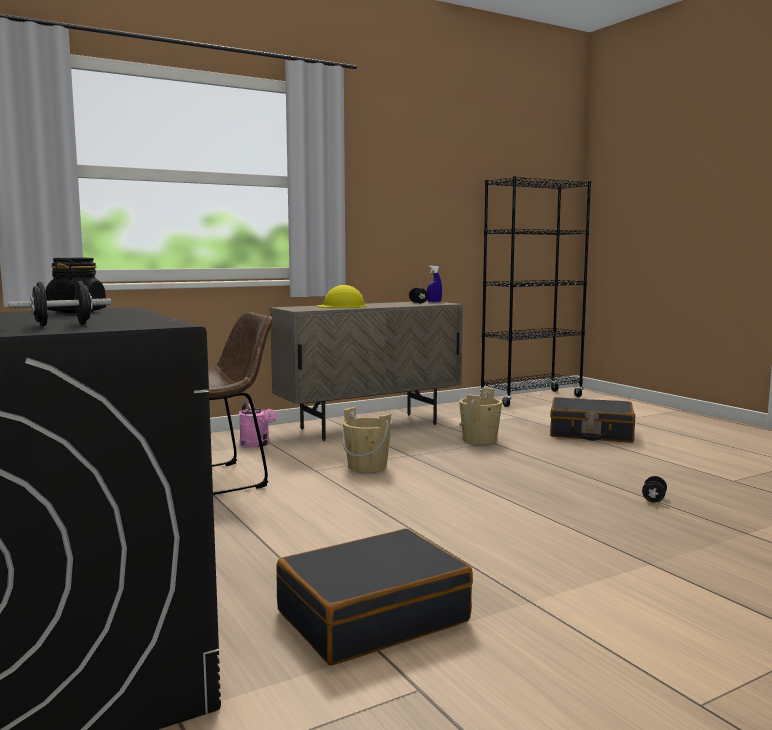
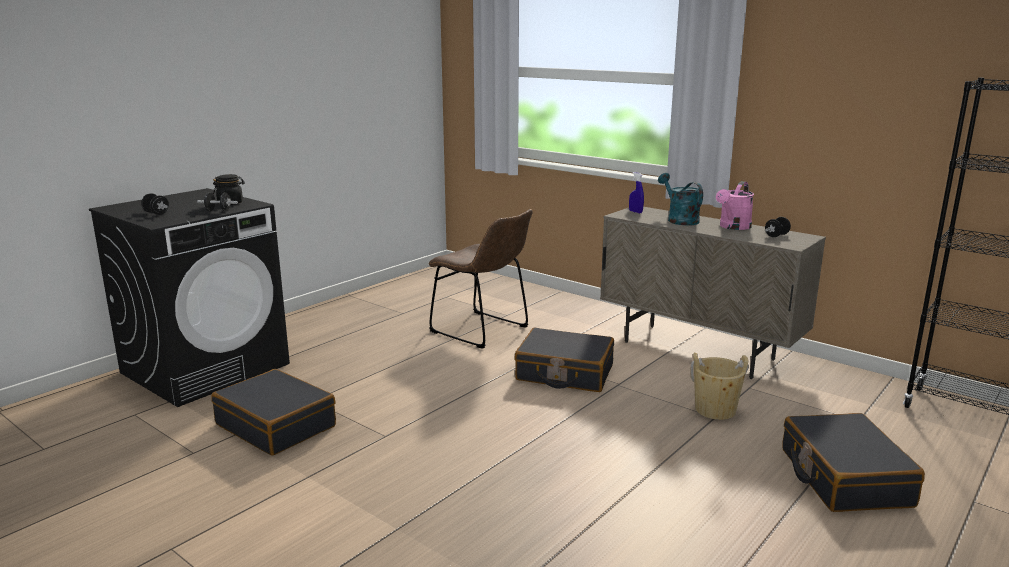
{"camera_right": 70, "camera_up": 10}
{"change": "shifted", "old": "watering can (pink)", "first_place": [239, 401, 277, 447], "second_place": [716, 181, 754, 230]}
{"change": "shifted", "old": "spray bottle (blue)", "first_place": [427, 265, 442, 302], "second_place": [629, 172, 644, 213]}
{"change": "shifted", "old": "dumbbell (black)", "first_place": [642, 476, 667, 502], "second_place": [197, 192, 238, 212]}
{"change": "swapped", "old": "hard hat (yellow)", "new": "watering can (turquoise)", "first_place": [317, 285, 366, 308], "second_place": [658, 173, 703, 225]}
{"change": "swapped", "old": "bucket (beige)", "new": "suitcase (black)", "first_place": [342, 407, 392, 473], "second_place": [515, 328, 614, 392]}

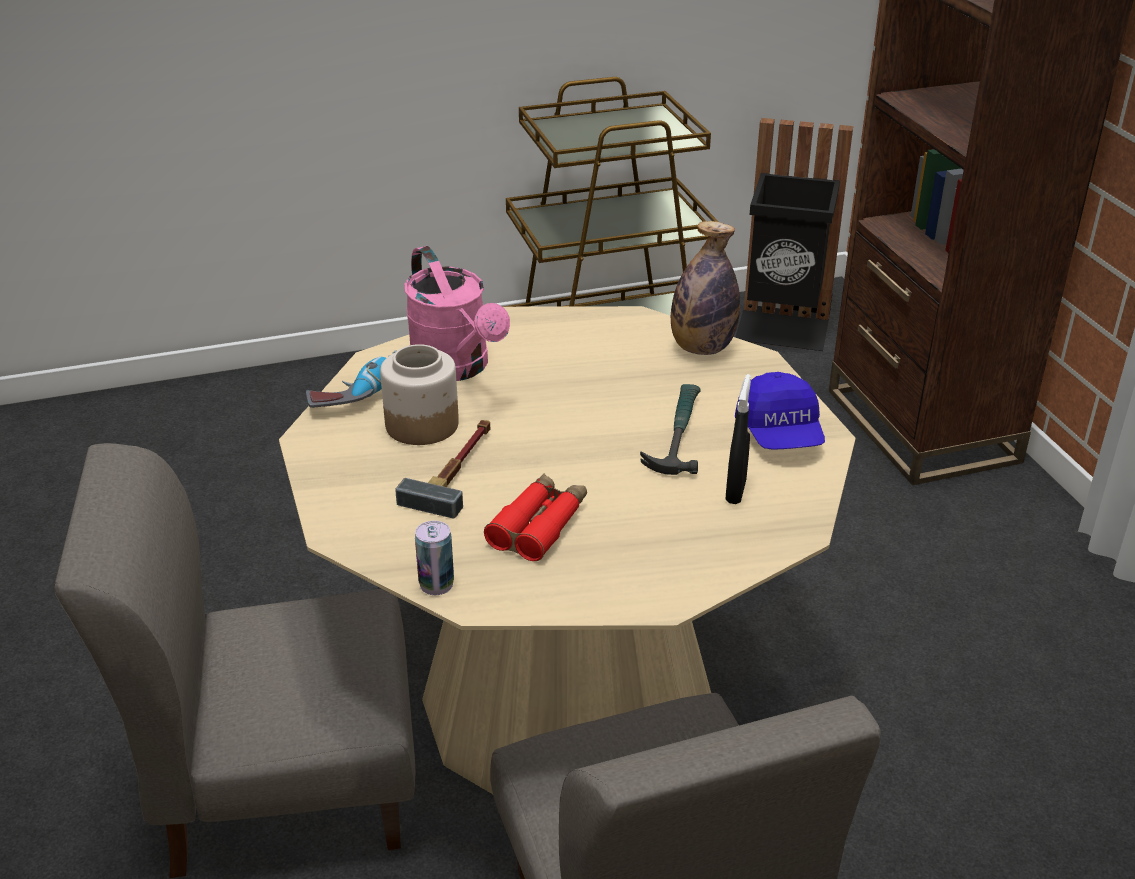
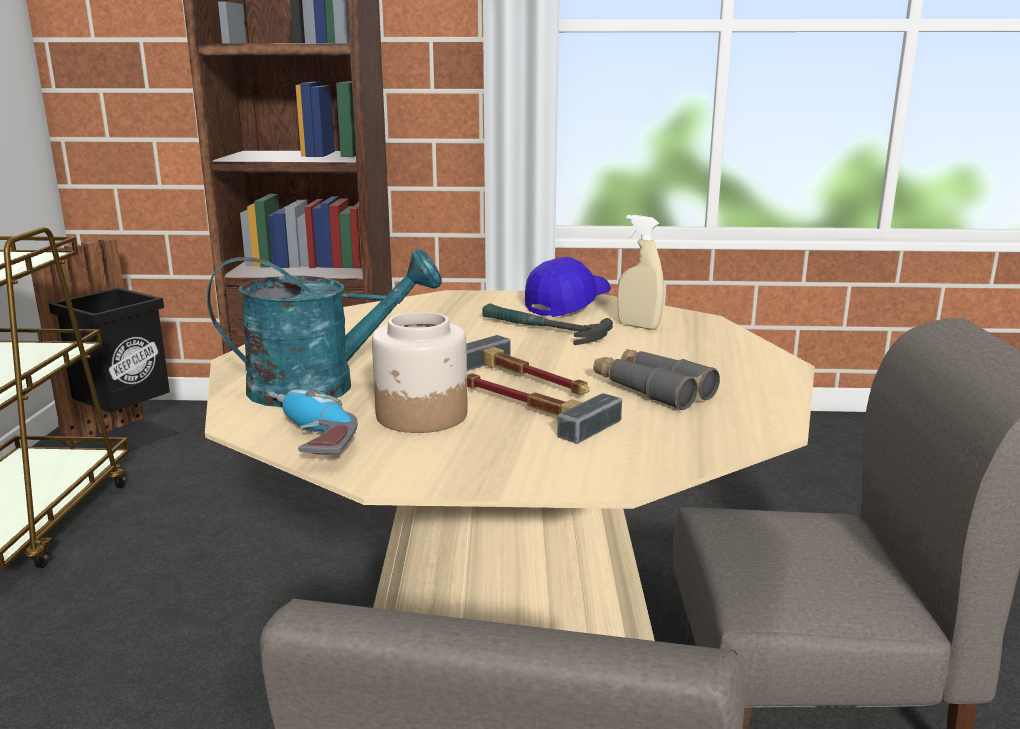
{"camera_right": -70, "camera_up": -15}
{"change": "gone", "old": "can", "first_place": [415, 521, 454, 595]}
{"change": "gone", "old": "bottle", "first_place": [671, 221, 740, 355]}
{"change": "new", "new": "hammer", "second_place": [466, 335, 590, 395]}
{"change": "repainted", "old": "watering can (pink)", "new": "watering can (turquoise)", "first_place": [404, 246, 510, 381], "second_place": [207, 249, 442, 407]}
{"change": "repainted", "old": "binoculars (red)", "new": "binoculars (grey)", "first_place": [484, 474, 587, 561], "second_place": [593, 349, 720, 410]}
{"change": "repainted", "old": "spray bottle (black)", "new": "spray bottle (beige)", "first_place": [726, 374, 751, 504], "second_place": [618, 215, 664, 330]}
{"change": "rotated", "old": "cap (blue)", "first_place": [735, 372, 825, 450], "second_place": [525, 257, 611, 317], "degrees": -60}

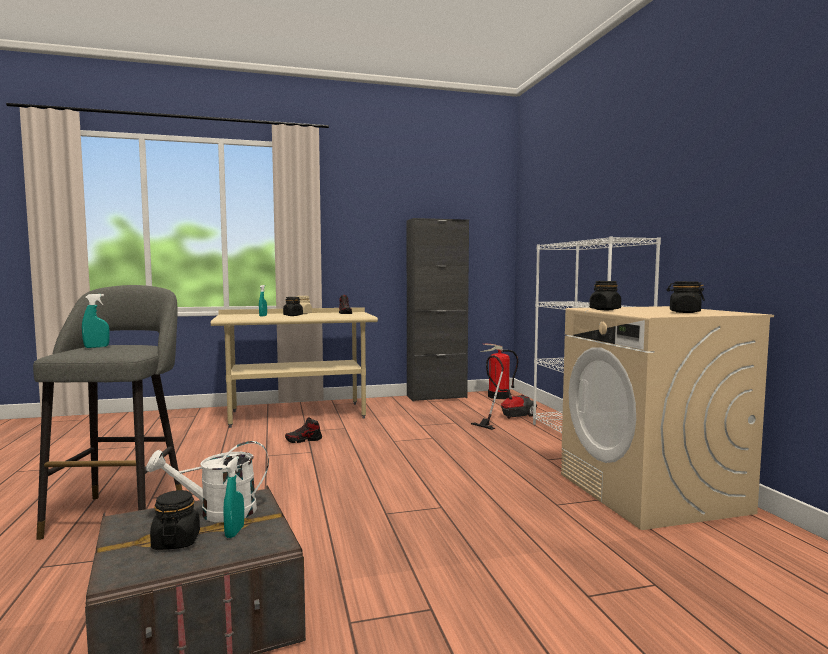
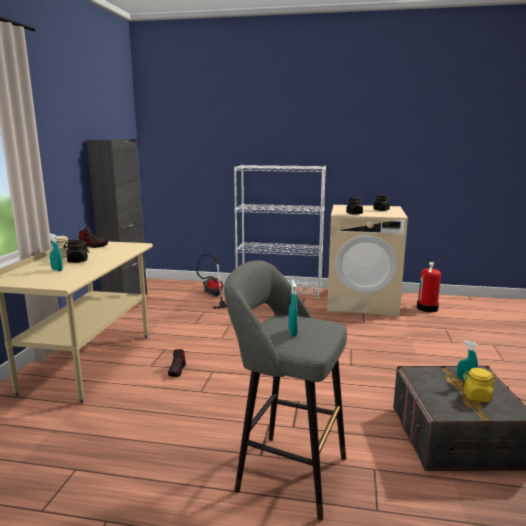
{"camera_right": -65, "camera_up": 10}
{"change": "gone", "old": "watering can (white)", "first_place": [146, 441, 269, 522]}
{"change": "shifted", "old": "fire extinguisher", "first_place": [480, 344, 519, 399], "second_place": [417, 262, 441, 312]}
{"change": "repainted", "old": "jar (black)", "new": "jar (yellow)", "first_place": [150, 490, 200, 550], "second_place": [463, 368, 496, 402]}

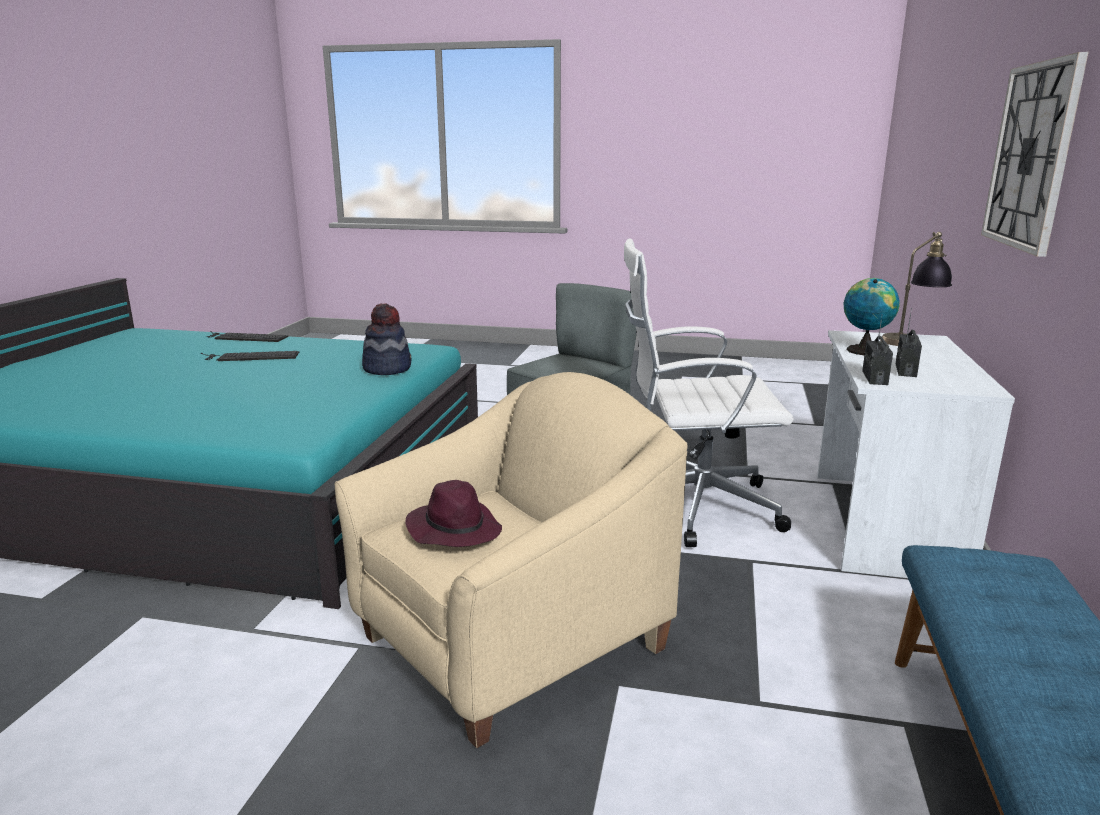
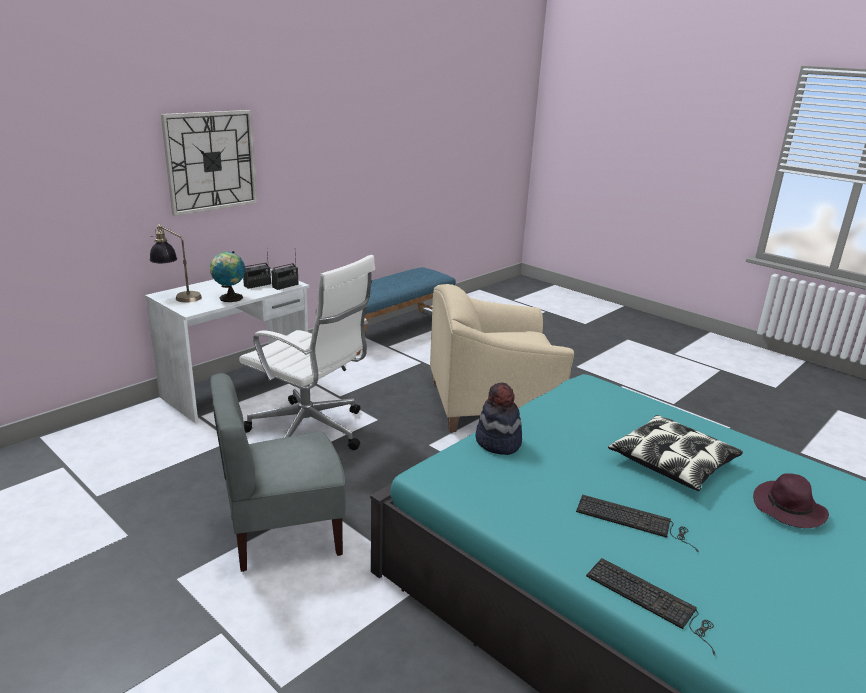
{"camera_right": -150, "camera_up": 5}
{"change": "new", "new": "pillow", "second_place": [608, 415, 743, 491]}
{"change": "shifted", "old": "hat (purple)", "first_place": [405, 480, 502, 547], "second_place": [753, 473, 829, 528]}

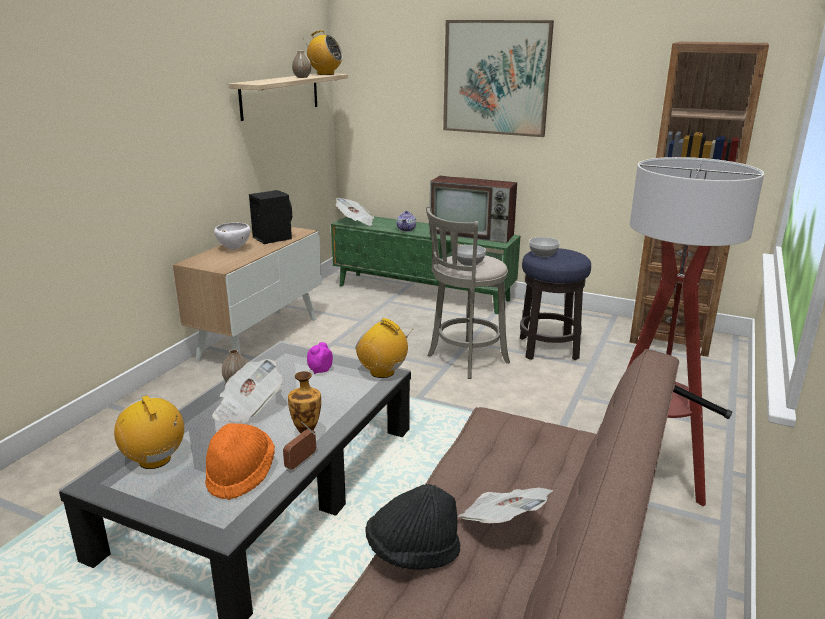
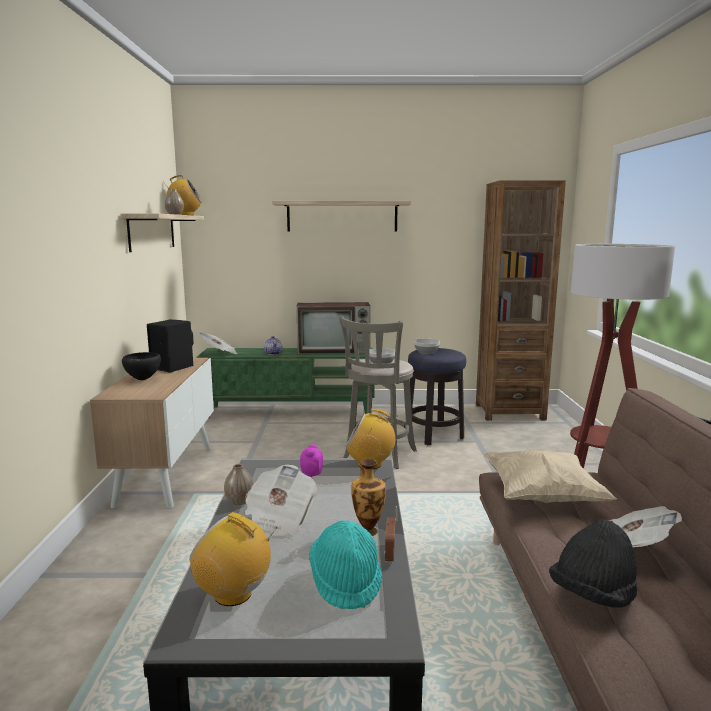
{"camera_right": -25, "camera_up": -10}
{"change": "new", "new": "pillow (beige)", "second_place": [484, 450, 617, 503]}
{"change": "swapped", "old": "picture", "new": "shelf", "first_place": [443, 20, 554, 137], "second_place": [272, 201, 411, 231]}
{"change": "repainted", "old": "hat (orange)", "new": "hat (turquoise)", "first_place": [205, 423, 275, 500], "second_place": [309, 520, 382, 609]}
{"change": "repainted", "old": "bowl (white)", "new": "bowl (black)", "first_place": [214, 222, 250, 250], "second_place": [122, 352, 161, 380]}

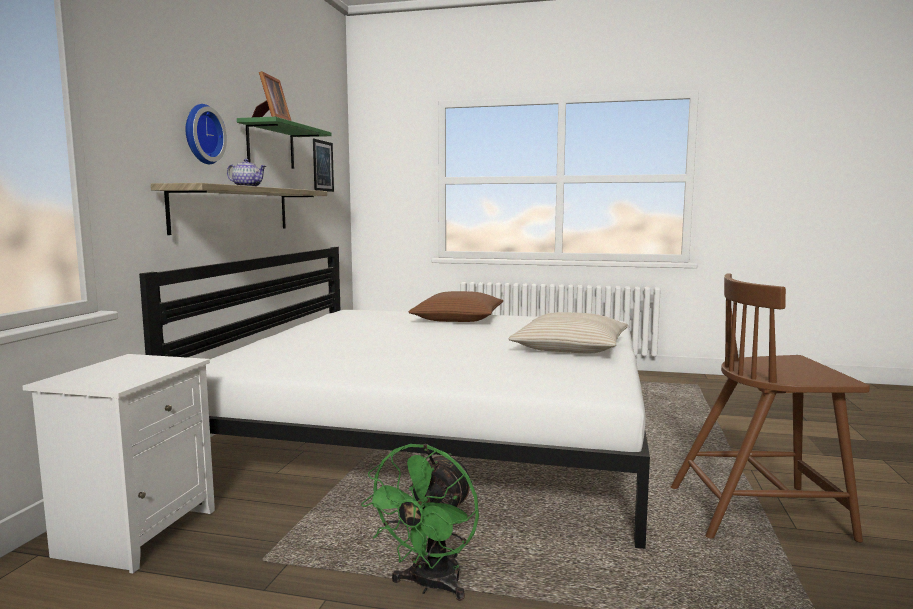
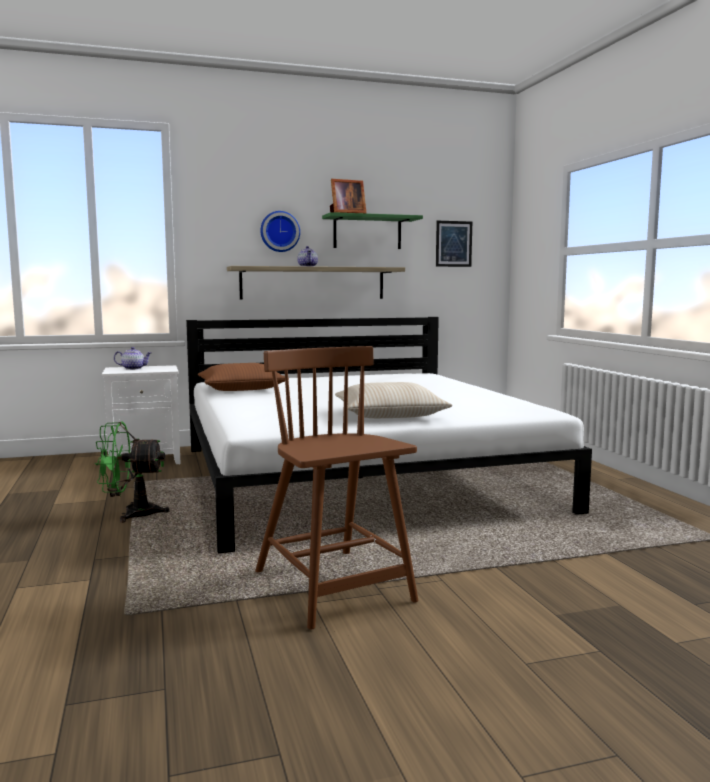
{"camera_right": 60, "camera_up": 0}
{"change": "new", "new": "teapot", "second_place": [114, 347, 152, 370]}
{"change": "shifted", "old": "pillow (brown)", "first_place": [409, 291, 503, 322], "second_place": [198, 363, 289, 391]}

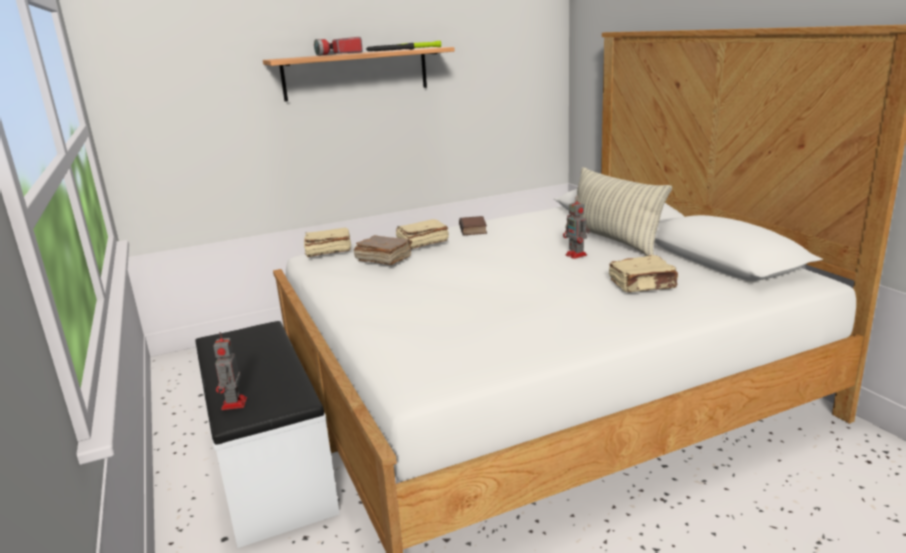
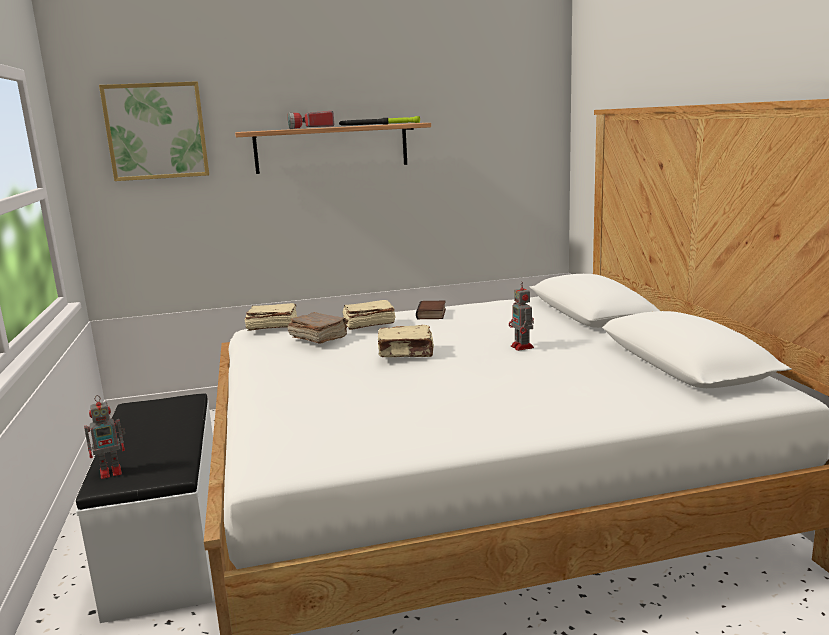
{"camera_right": 10, "camera_up": -5}
{"change": "gone", "old": "pillow", "first_place": [565, 167, 672, 256]}
{"change": "new", "new": "picture", "second_place": [99, 81, 209, 181]}
{"change": "shifted", "old": "book (beige)", "first_place": [609, 255, 679, 292], "second_place": [378, 325, 434, 357]}
{"change": "rotated", "old": "toy robot", "first_place": [213, 332, 247, 410], "second_place": [84, 395, 125, 479], "degrees": -120}

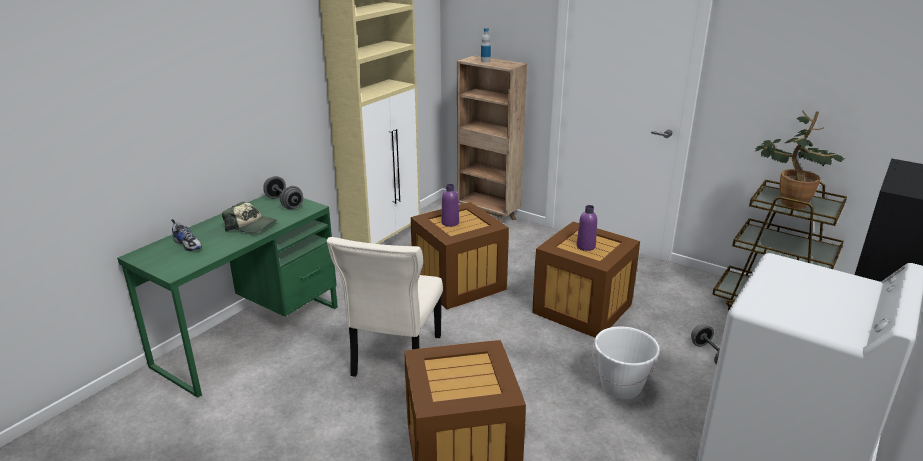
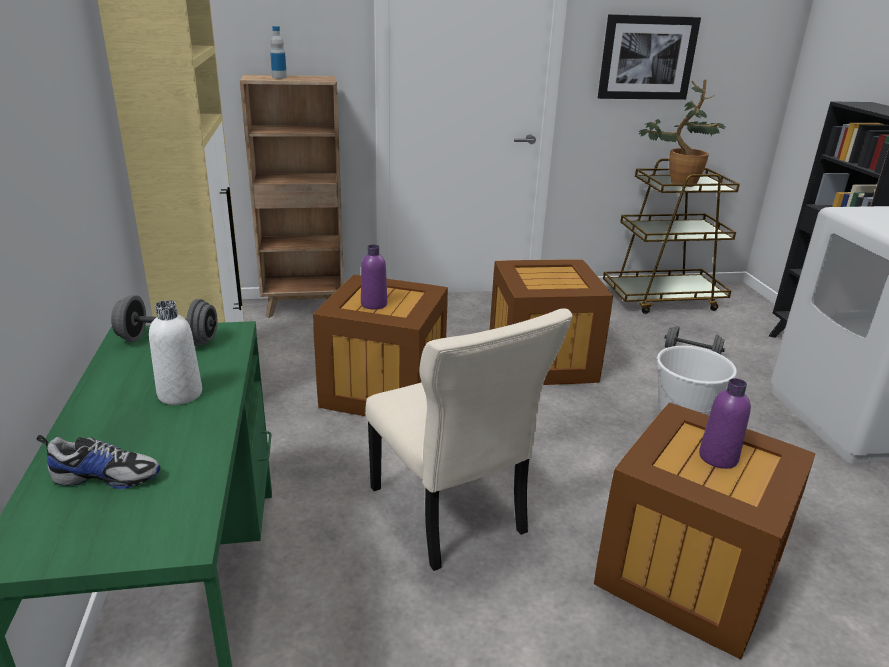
{"camera_right": -45, "camera_up": 0}
{"change": "new", "new": "picture", "second_place": [598, 14, 701, 100]}
{"change": "shifted", "old": "bottle (purple)", "first_place": [577, 205, 597, 251], "second_place": [699, 378, 751, 469]}
{"change": "swapped", "old": "cap", "new": "bottle (white)", "first_place": [222, 202, 277, 233], "second_place": [149, 300, 202, 405]}

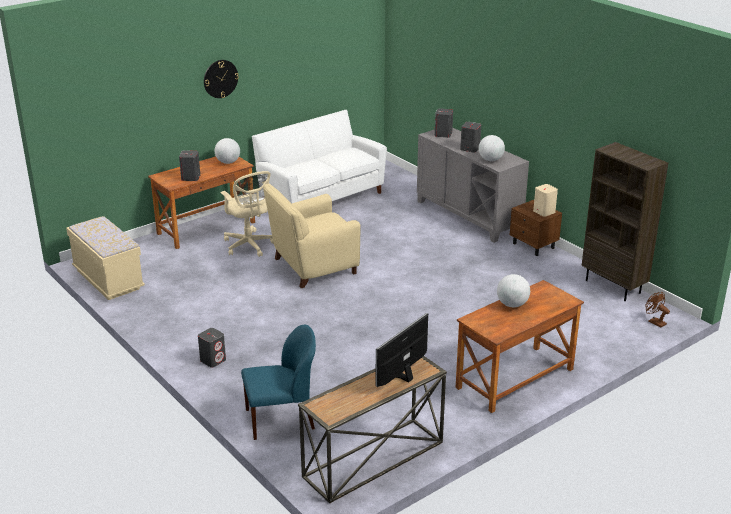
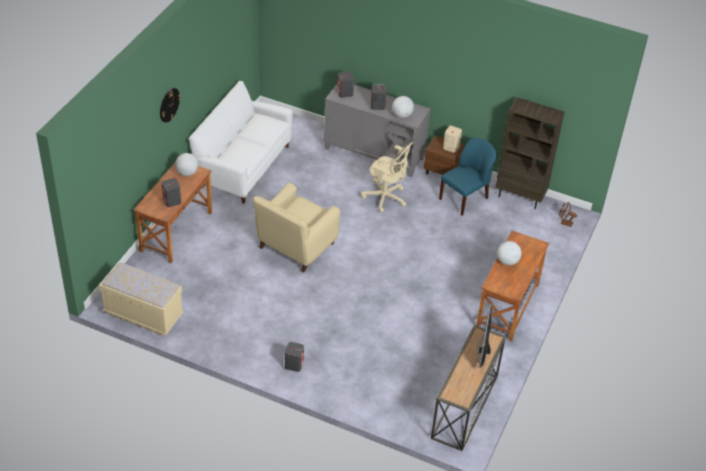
{"camera_right": -30, "camera_up": 15}
{"change": "shifted", "old": "office chair (beige)", "first_place": [221, 171, 274, 257], "second_place": [361, 142, 413, 213]}
{"change": "shifted", "old": "chair (blue)", "first_place": [241, 325, 316, 440], "second_place": [439, 138, 497, 216]}

